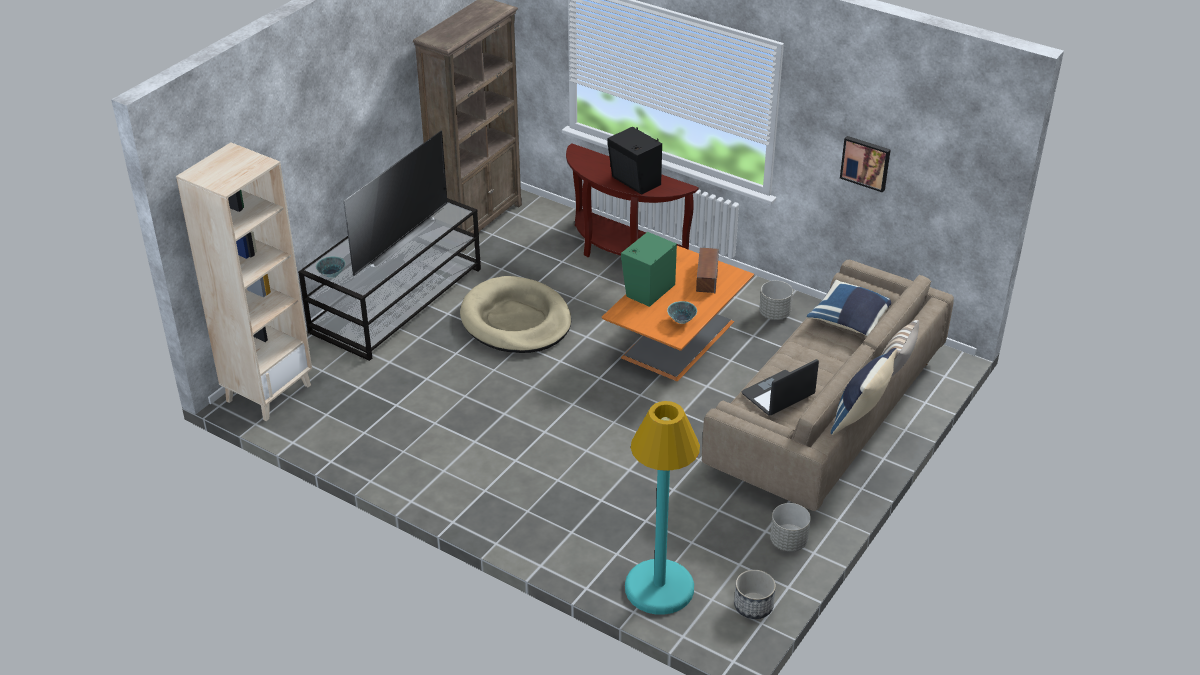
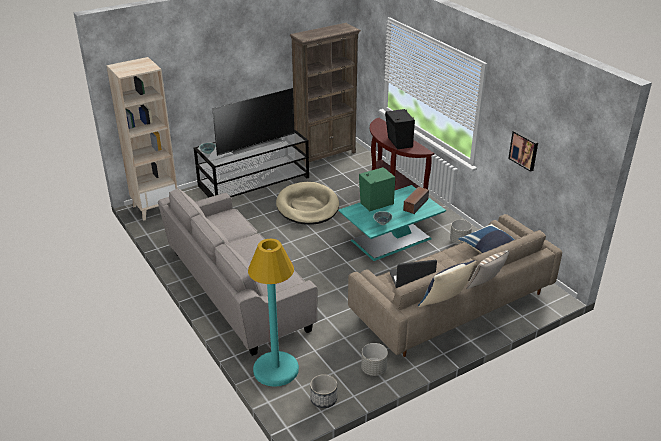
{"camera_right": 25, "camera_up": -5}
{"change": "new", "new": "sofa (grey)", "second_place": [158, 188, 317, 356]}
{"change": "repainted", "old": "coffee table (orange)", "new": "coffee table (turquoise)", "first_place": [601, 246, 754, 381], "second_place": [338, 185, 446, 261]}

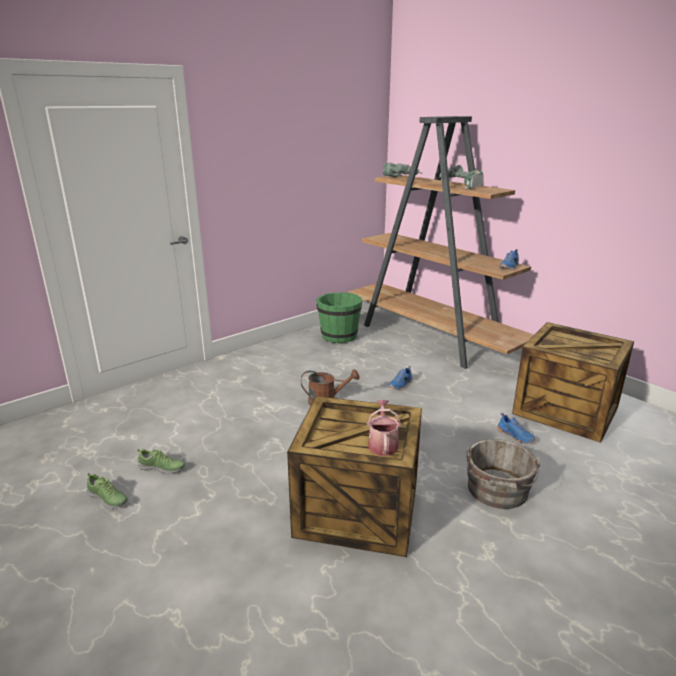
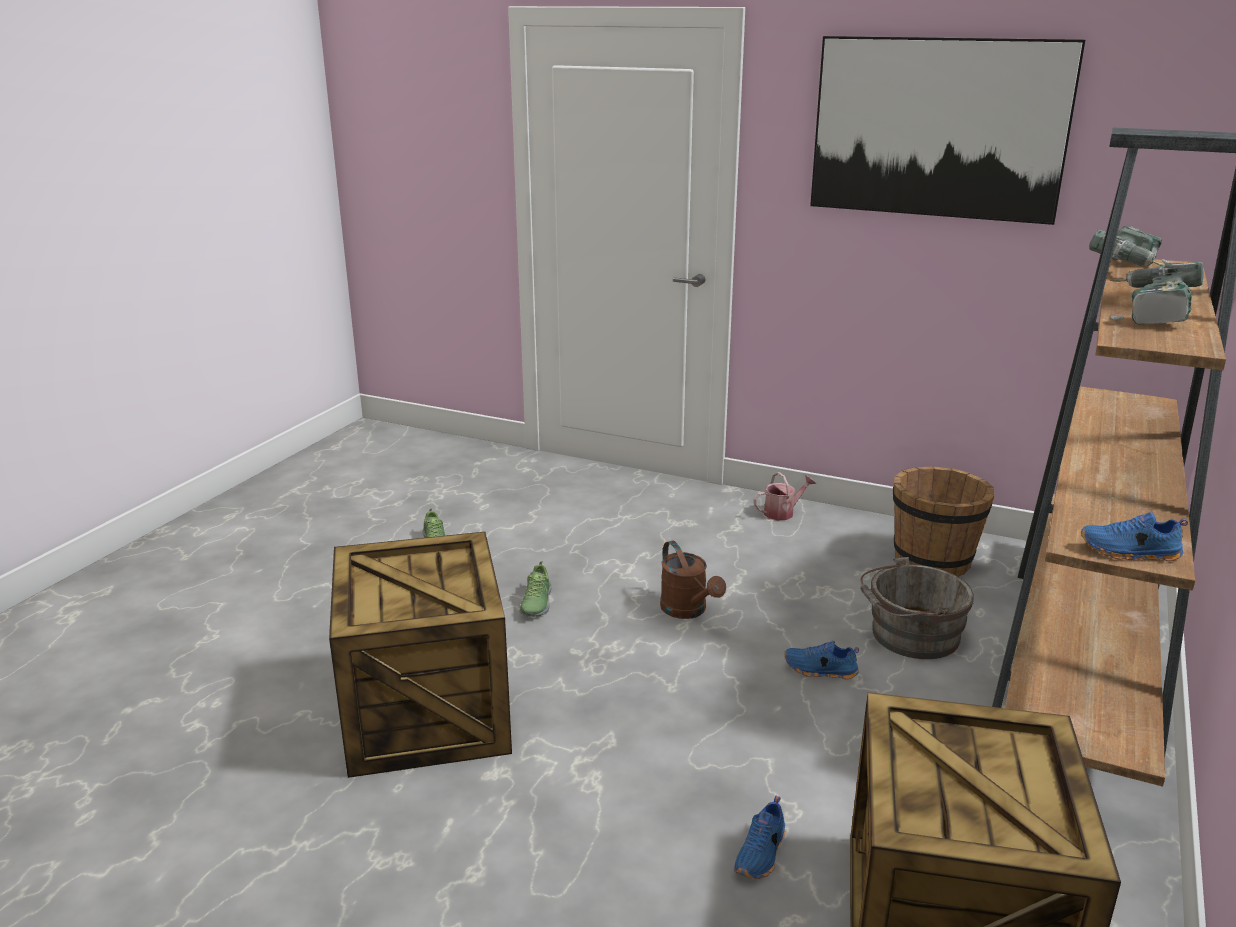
{"camera_right": 65, "camera_up": 0}
{"change": "new", "new": "picture", "second_place": [810, 36, 1085, 225]}
{"change": "shifted", "old": "shoe", "first_place": [86, 473, 128, 509], "second_place": [519, 561, 552, 617]}
{"change": "shifted", "old": "watering can", "first_place": [367, 400, 401, 456], "second_place": [754, 472, 816, 520]}
{"change": "shifted", "old": "bucket (grey)", "first_place": [466, 439, 540, 509], "second_place": [860, 557, 974, 659]}
{"change": "repainted", "old": "bucket (green)", "new": "bucket (brown)", "first_place": [316, 292, 362, 343], "second_place": [893, 467, 995, 577]}

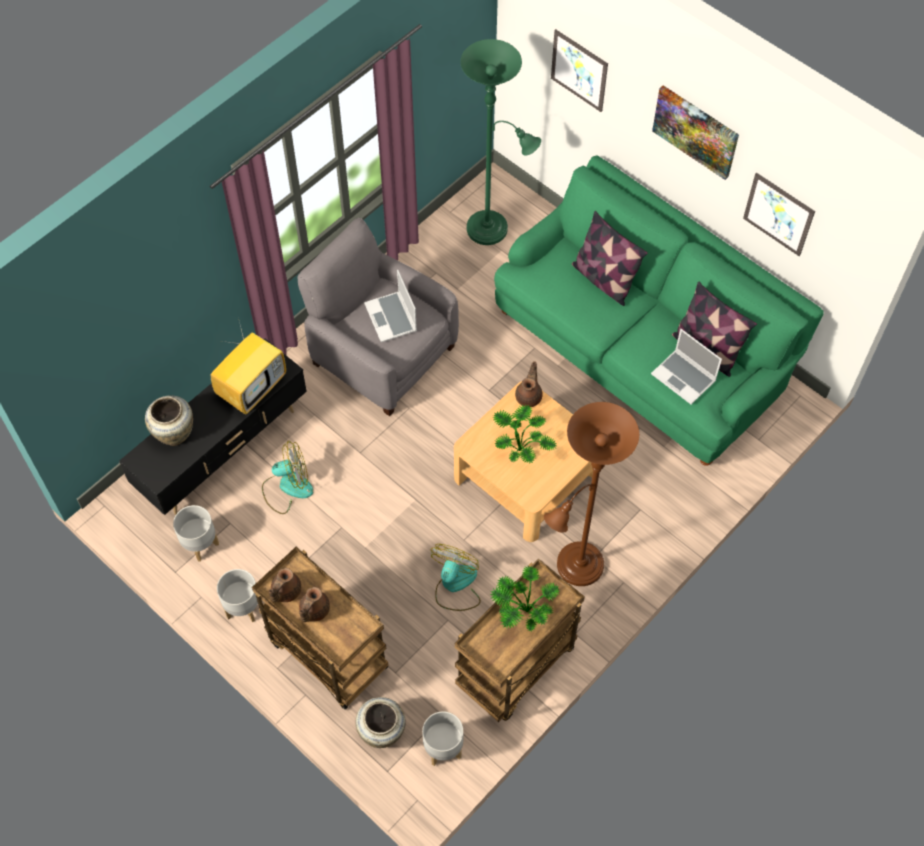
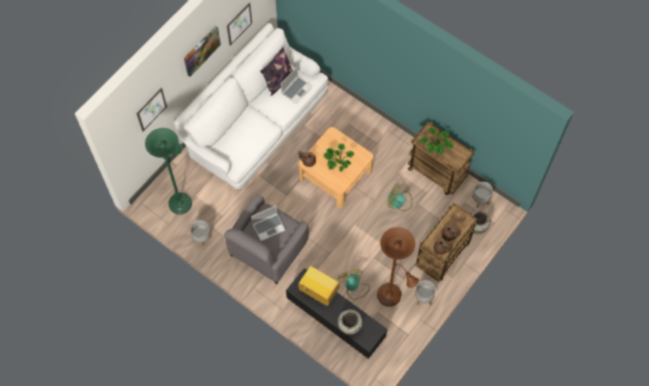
{"camera_right": -95, "camera_up": 5}
{"change": "gone", "old": "pillow", "first_place": [572, 211, 648, 306]}
{"change": "shifted", "old": "planter (grey)", "first_place": [173, 505, 219, 561], "second_place": [190, 220, 212, 248]}
{"change": "shifted", "old": "floor lamp (brown)", "first_place": [544, 402, 639, 586], "second_place": [377, 227, 419, 307]}
{"change": "repainted", "old": "sofa (green)", "new": "sofa (white)", "first_place": [494, 156, 824, 466], "second_place": [173, 23, 328, 190]}

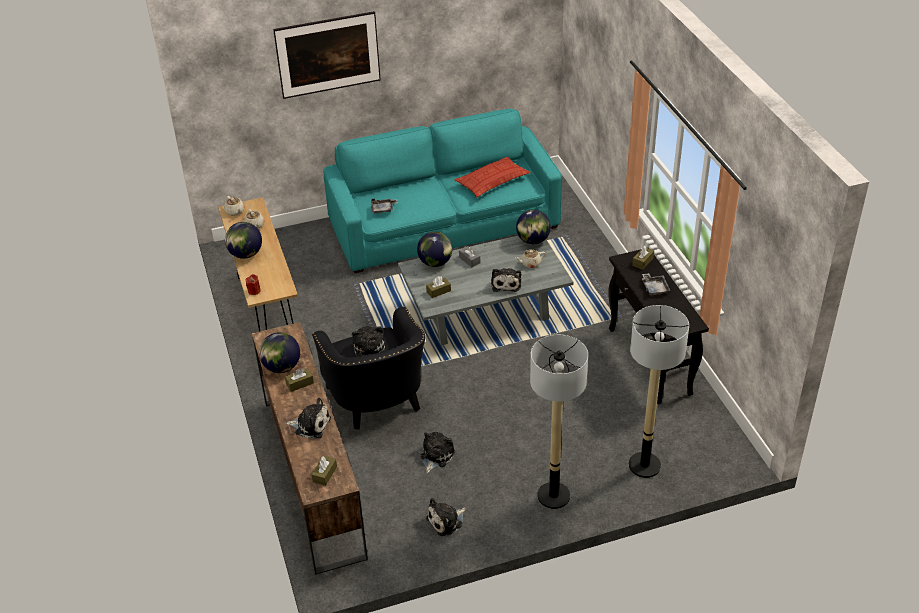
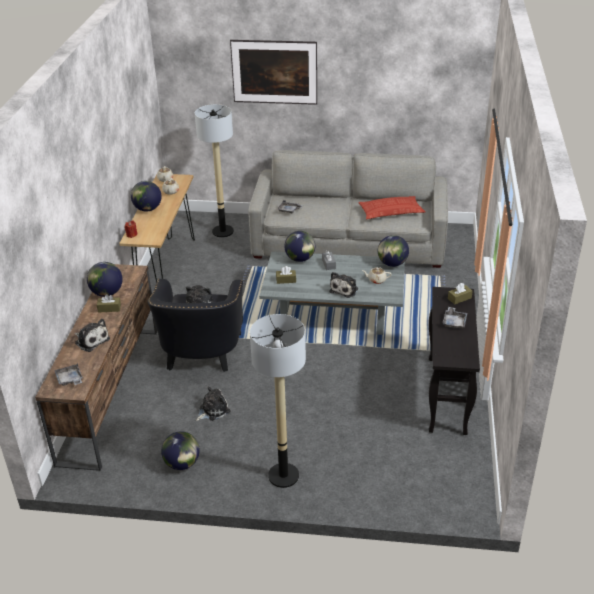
{"camera_right": 25, "camera_up": -5}
{"change": "shifted", "old": "floor lamp", "first_place": [629, 305, 689, 478], "second_place": [195, 104, 234, 238]}
{"change": "swapped", "old": "tissue box (brown)", "new": "tray (grey)", "first_place": [311, 455, 337, 486], "second_place": [54, 363, 83, 386]}
{"change": "swapped", "old": "plush toy", "new": "globe", "first_place": [426, 498, 466, 536], "second_place": [161, 431, 200, 470]}
{"change": "repainted", "old": "sofa (turquoise)", "new": "sofa (grey)", "first_place": [323, 109, 562, 273], "second_place": [248, 150, 448, 268]}

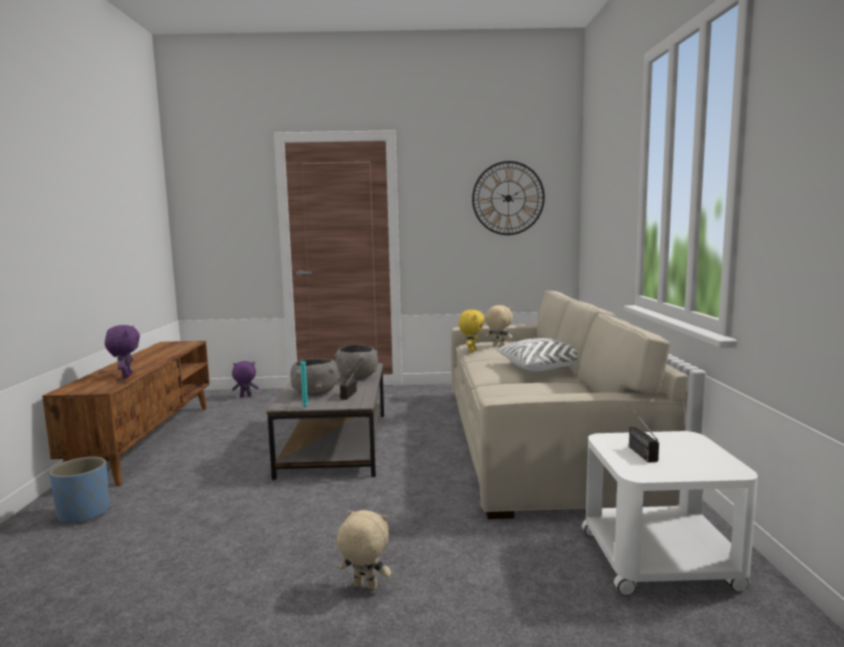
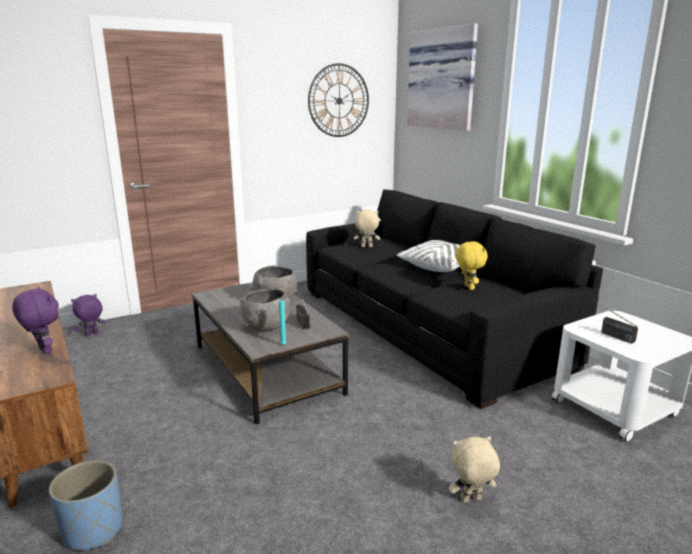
{"camera_right": -30, "camera_up": 10}
{"change": "new", "new": "picture", "second_place": [407, 23, 478, 131]}
{"change": "shifted", "old": "plush toy (yellow)", "first_place": [459, 310, 485, 353], "second_place": [456, 241, 488, 290]}
{"change": "repainted", "old": "sofa (beige)", "new": "sofa (black)", "first_place": [451, 290, 688, 519], "second_place": [306, 189, 603, 409]}

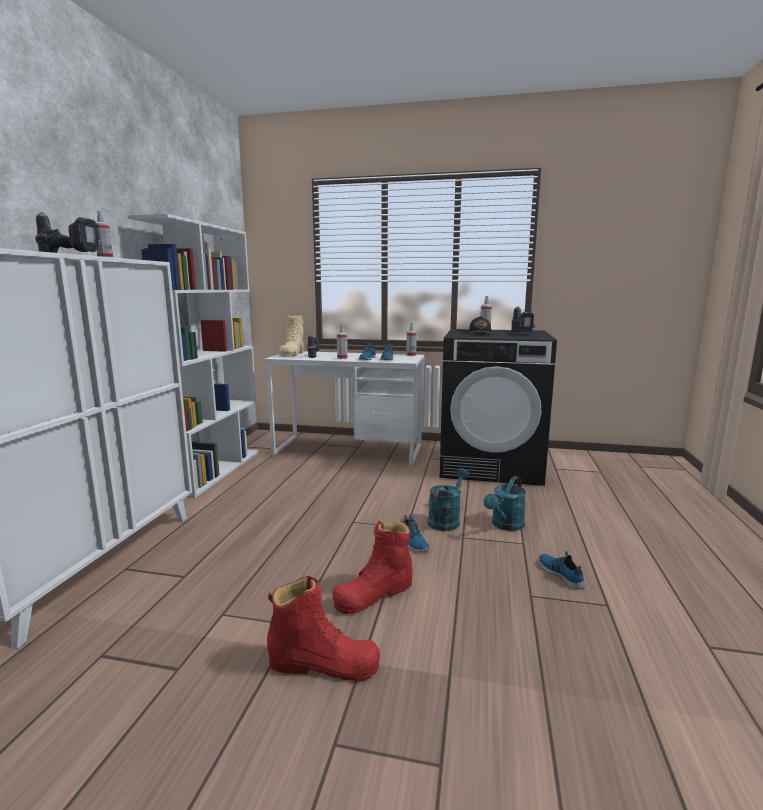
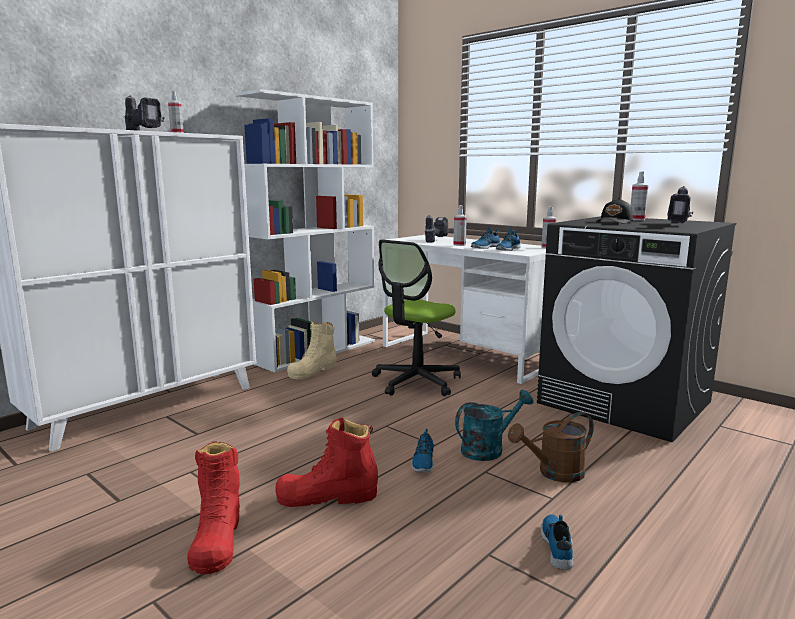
{"camera_right": 30, "camera_up": 0}
{"change": "new", "new": "office chair", "second_place": [372, 240, 461, 396]}
{"change": "shifted", "old": "boot (beige)", "first_place": [279, 315, 304, 357], "second_place": [287, 321, 336, 379]}
{"change": "repainted", "old": "watering can (turquoise)", "new": "watering can (brown)", "first_place": [484, 476, 526, 531], "second_place": [508, 412, 594, 483]}
{"change": "rotated", "old": "boot (red)", "first_place": [267, 576, 380, 681], "second_place": [187, 441, 240, 574], "degrees": 45}

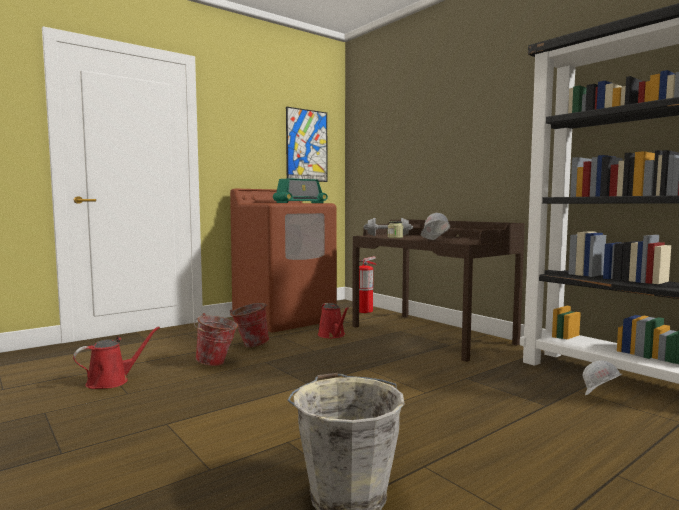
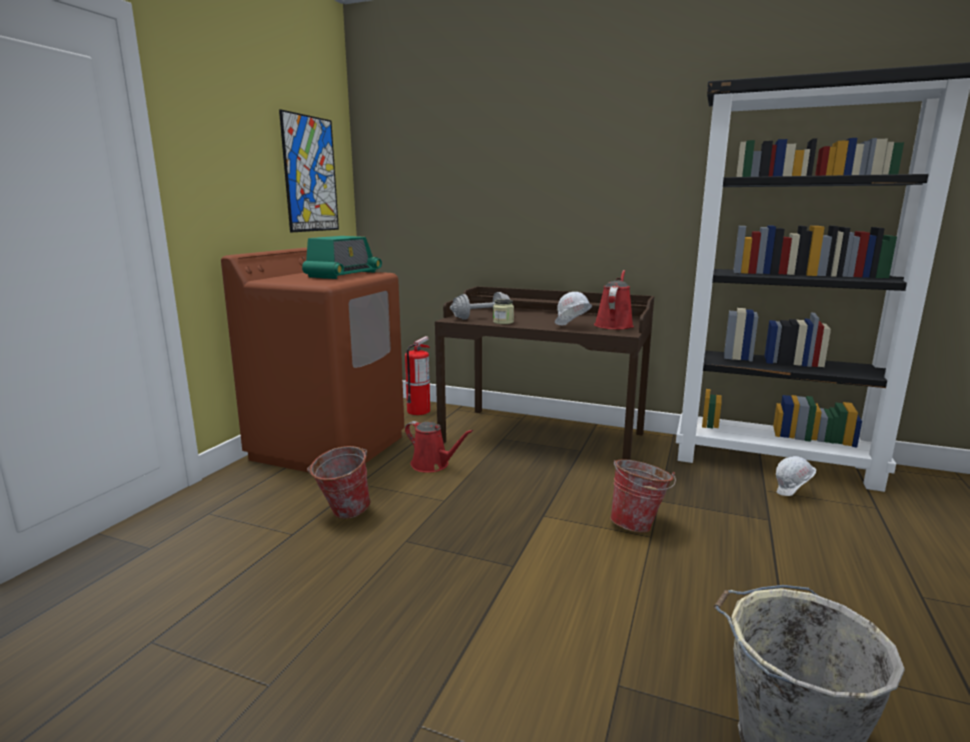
{"camera_right": -30, "camera_up": 10}
{"change": "shifted", "old": "watering can (red)", "first_place": [73, 326, 160, 389], "second_place": [594, 270, 634, 329]}
{"change": "shifted", "old": "bucket", "first_place": [194, 313, 239, 366], "second_place": [610, 459, 676, 533]}

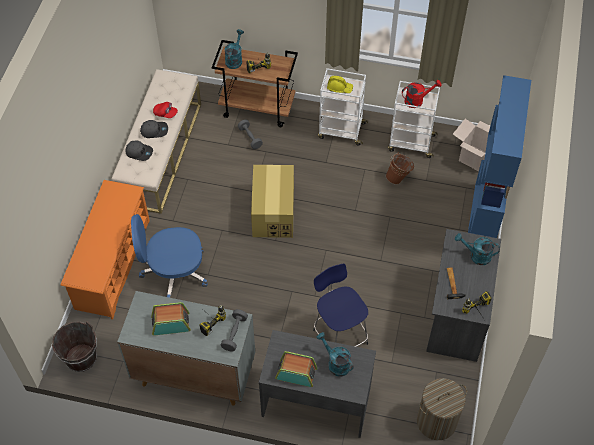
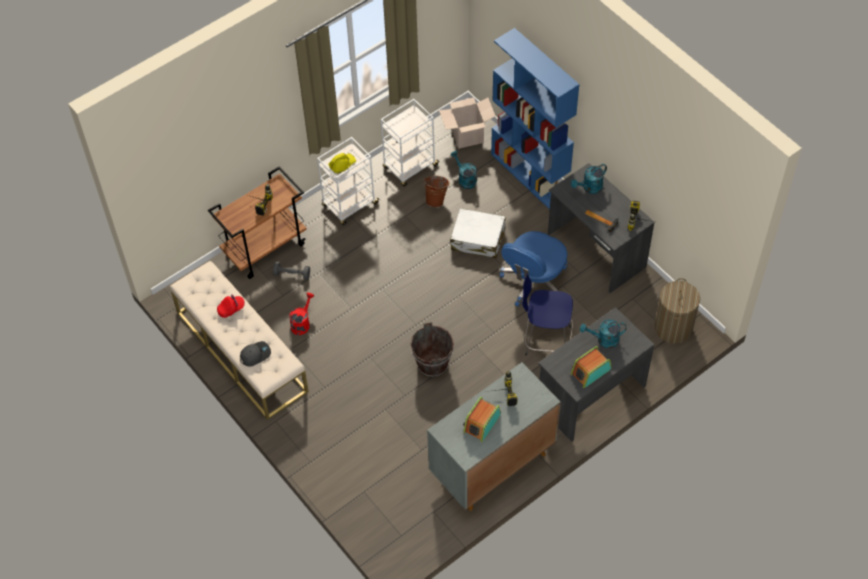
{"camera_right": -50, "camera_up": 0}
{"change": "gone", "old": "shoe rack (orange)", "first_place": [61, 180, 150, 319]}
{"change": "gone", "old": "cap (grey)", "first_place": [140, 120, 168, 138]}
{"change": "gone", "old": "dumbbell (grey)", "first_place": [221, 309, 248, 351]}
{"change": "gone", "old": "cardboard box", "first_place": [251, 165, 294, 238]}
{"change": "new", "new": "suitcase (white)", "second_place": [450, 209, 506, 258]}
{"change": "shifted", "old": "bucket (brown)", "first_place": [52, 321, 97, 372], "second_place": [410, 322, 454, 377]}
{"change": "shifted", "old": "office chair (blue)", "first_place": [131, 214, 208, 298], "second_place": [500, 231, 568, 307]}
{"change": "shifted", "old": "watering can (turquoise)", "first_place": [225, 29, 244, 69], "second_place": [451, 151, 477, 189]}
{"change": "shifted", "old": "watering can (red)", "first_place": [402, 80, 442, 108], "second_place": [289, 292, 314, 335]}

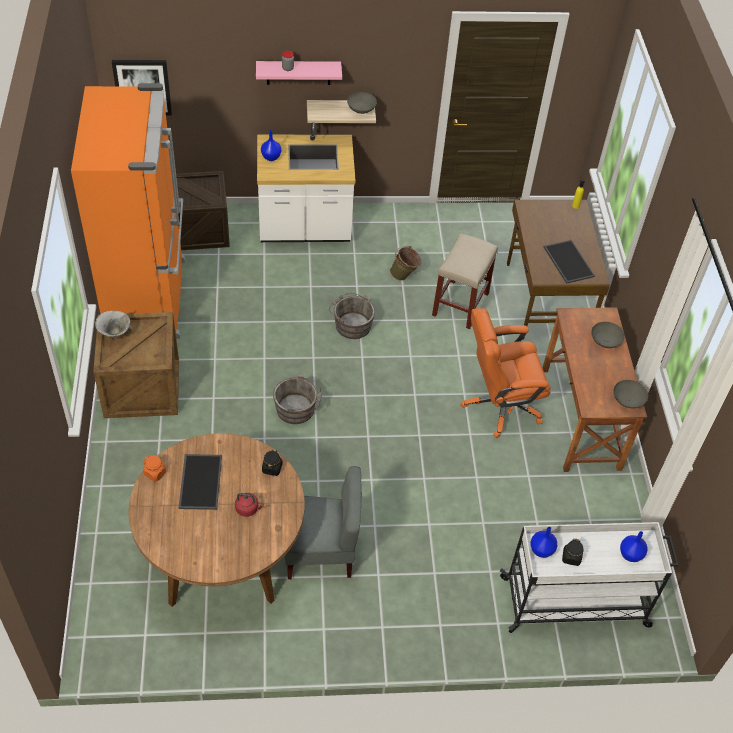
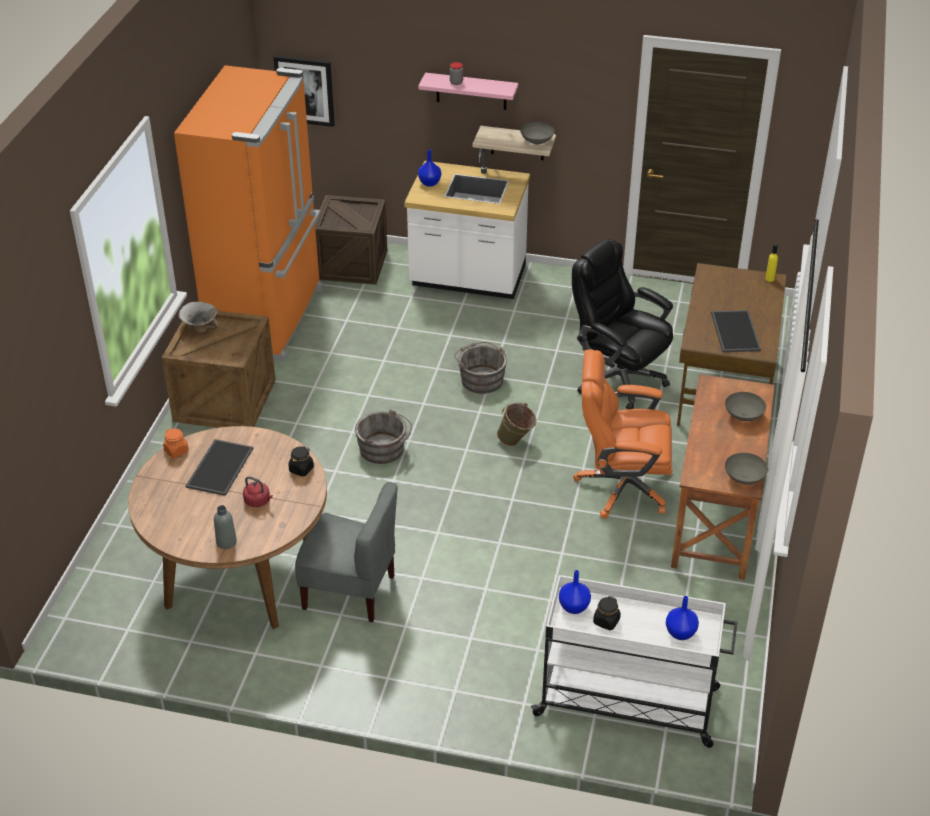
{"camera_right": 20, "camera_up": -10}
{"change": "new", "new": "bottle (grey)", "second_place": [214, 505, 237, 549]}
{"change": "shifted", "old": "bucket (green)", "first_place": [390, 246, 422, 281], "second_place": [497, 403, 537, 446]}
{"change": "swapped", "old": "stool (beige)", "new": "office chair (black)", "first_place": [432, 233, 498, 329], "second_place": [572, 239, 673, 409]}

